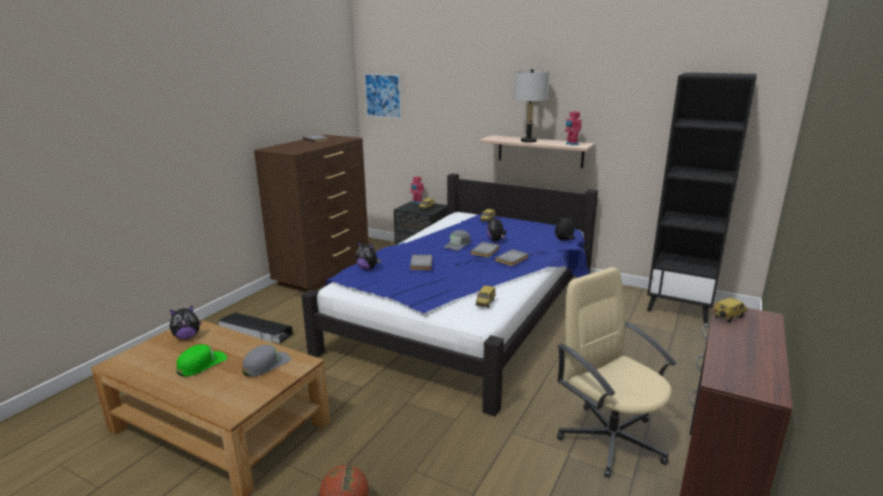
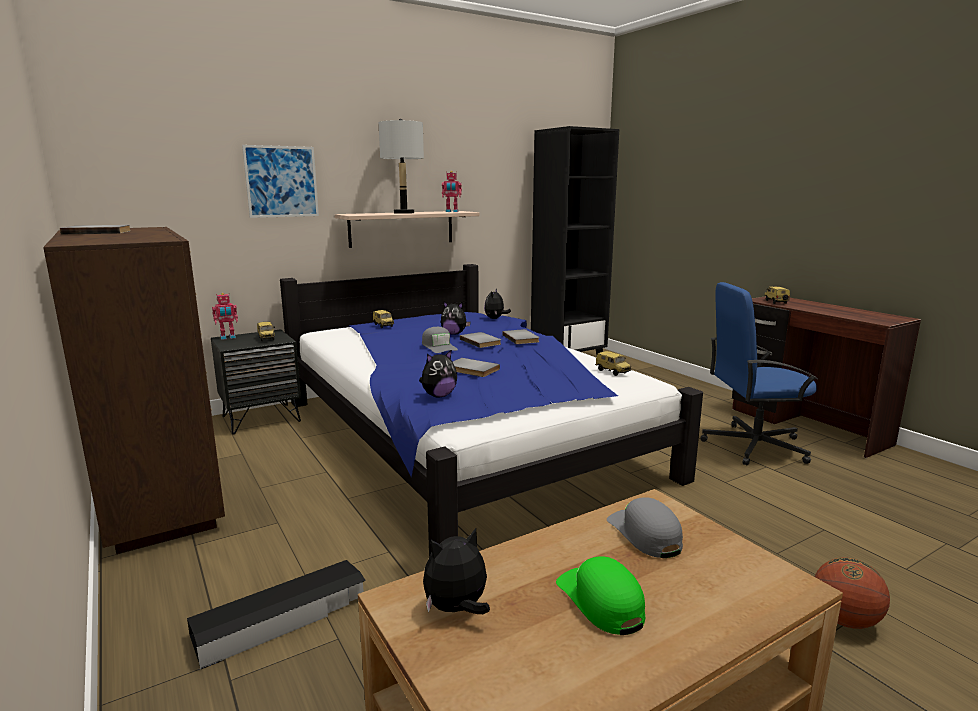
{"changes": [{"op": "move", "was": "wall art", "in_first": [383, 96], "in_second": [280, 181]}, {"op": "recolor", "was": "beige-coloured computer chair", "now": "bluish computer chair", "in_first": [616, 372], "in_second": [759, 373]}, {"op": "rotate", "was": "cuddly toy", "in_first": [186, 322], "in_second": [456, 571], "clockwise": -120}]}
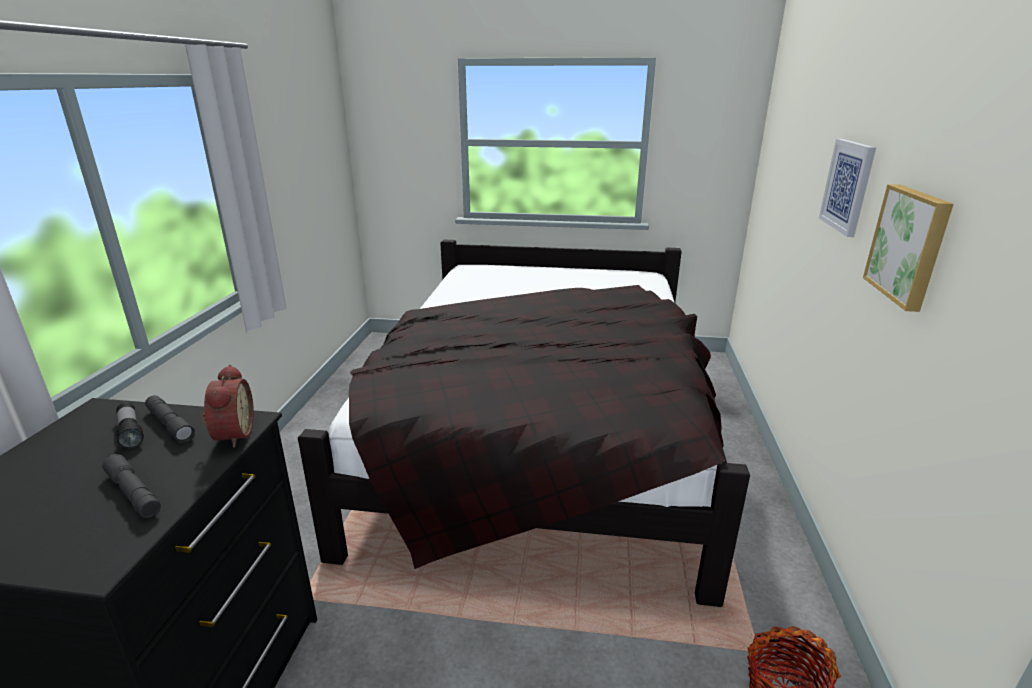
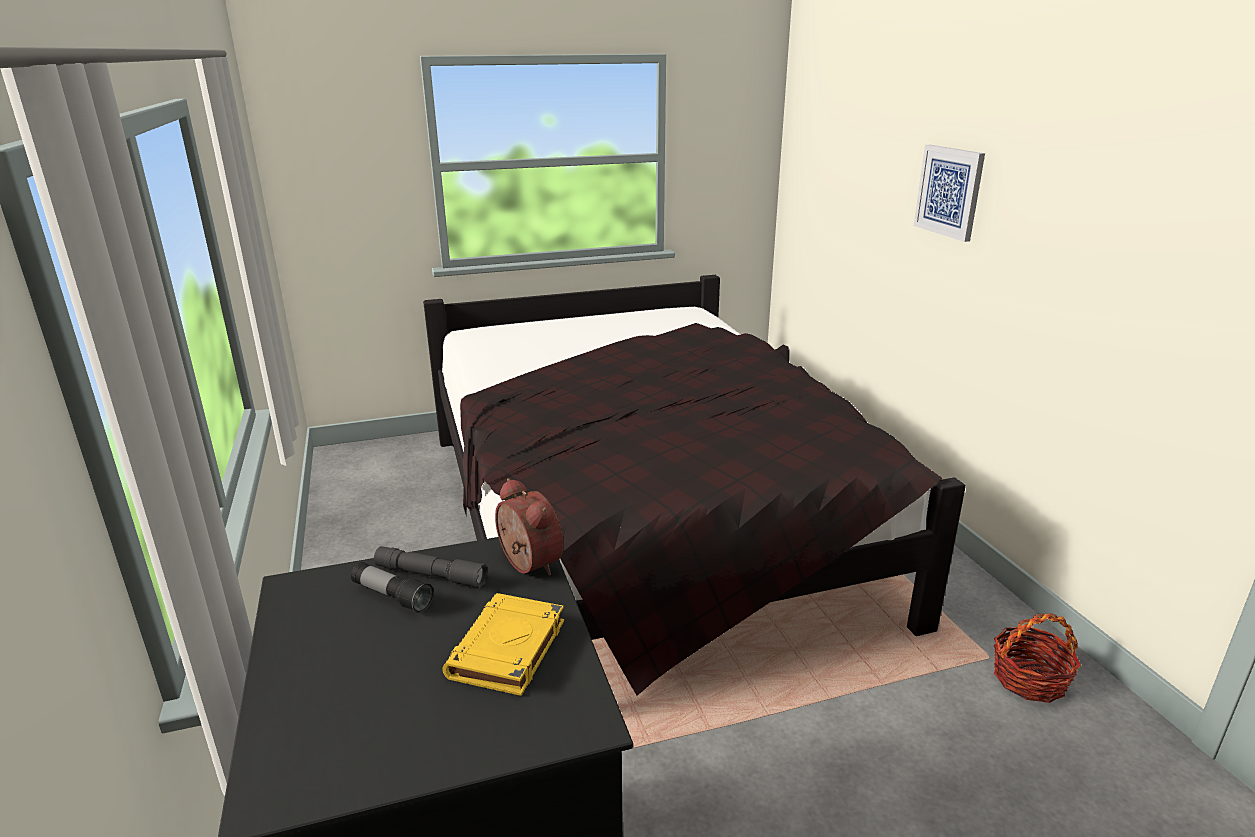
{"changes": [{"op": "delete", "was": "wall art", "in_first": [908, 248]}, {"op": "replace", "was": "greyish hand torch", "now": "yellowish book", "in_first": [131, 486], "in_second": [503, 644]}]}
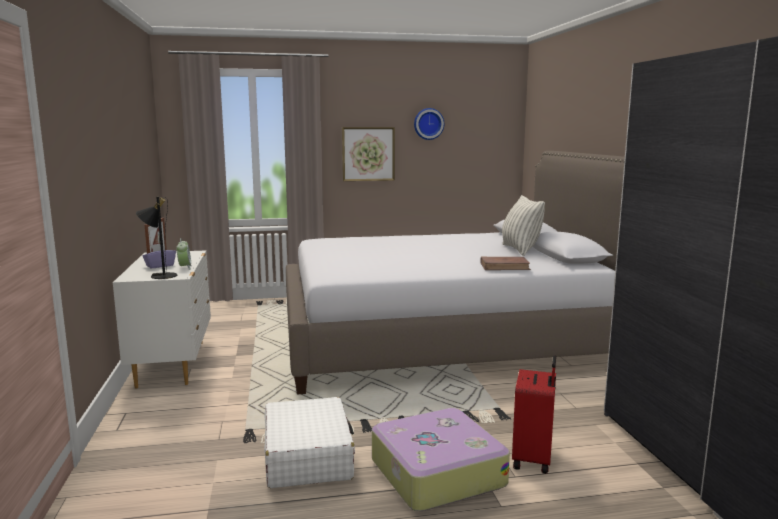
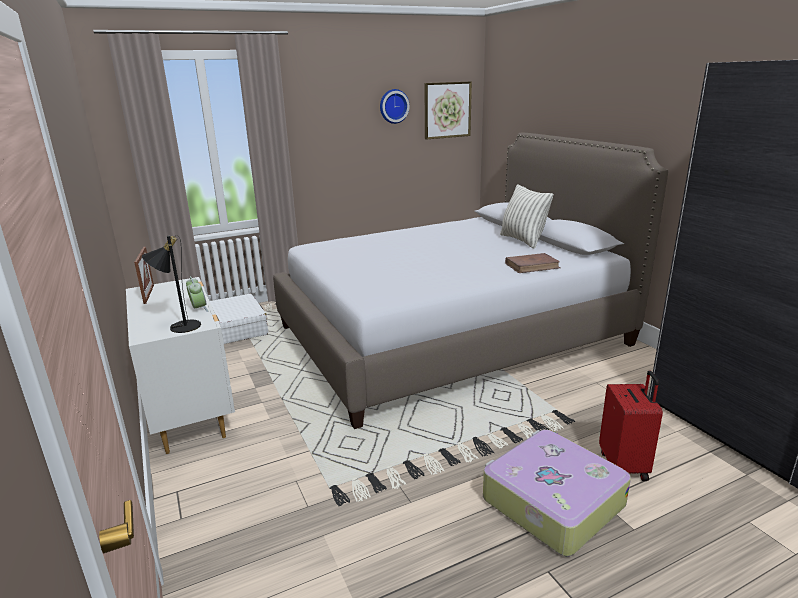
{"changes": [{"op": "move", "was": "wall art", "in_first": [368, 154], "in_second": [448, 110]}, {"op": "delete", "was": "purplish box of tissues", "in_first": [159, 255]}, {"op": "move", "was": "whitish suitcase", "in_first": [309, 442], "in_second": [239, 319]}]}
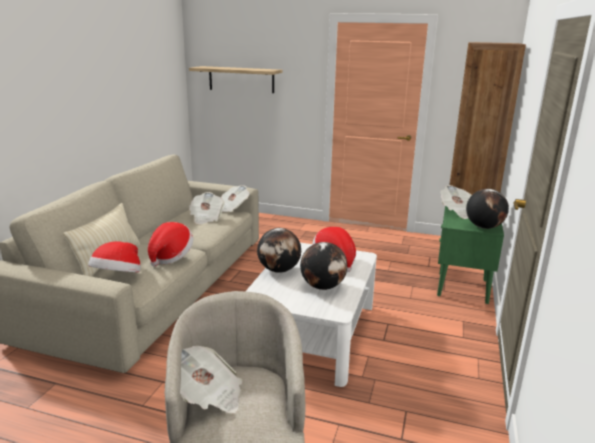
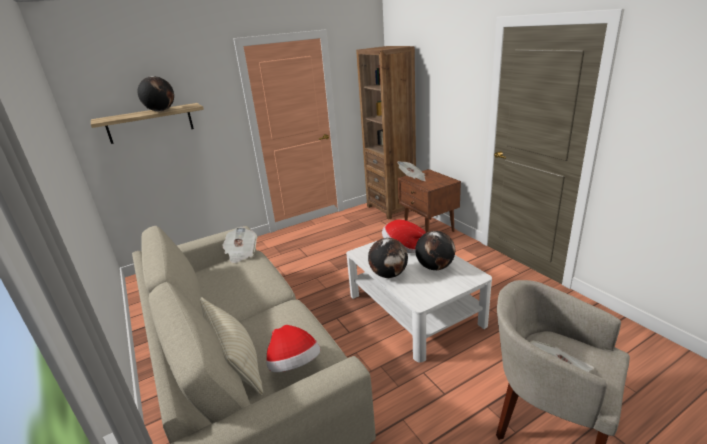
{"changes": [{"op": "move", "was": "world globe", "in_first": [487, 209], "in_second": [156, 93]}, {"op": "delete", "was": "daily paper", "in_first": [207, 208]}, {"op": "recolor", "was": "green night table", "now": "brown-coloured night table", "in_first": [470, 255], "in_second": [429, 201]}, {"op": "delete", "was": "hat", "in_first": [170, 244]}]}
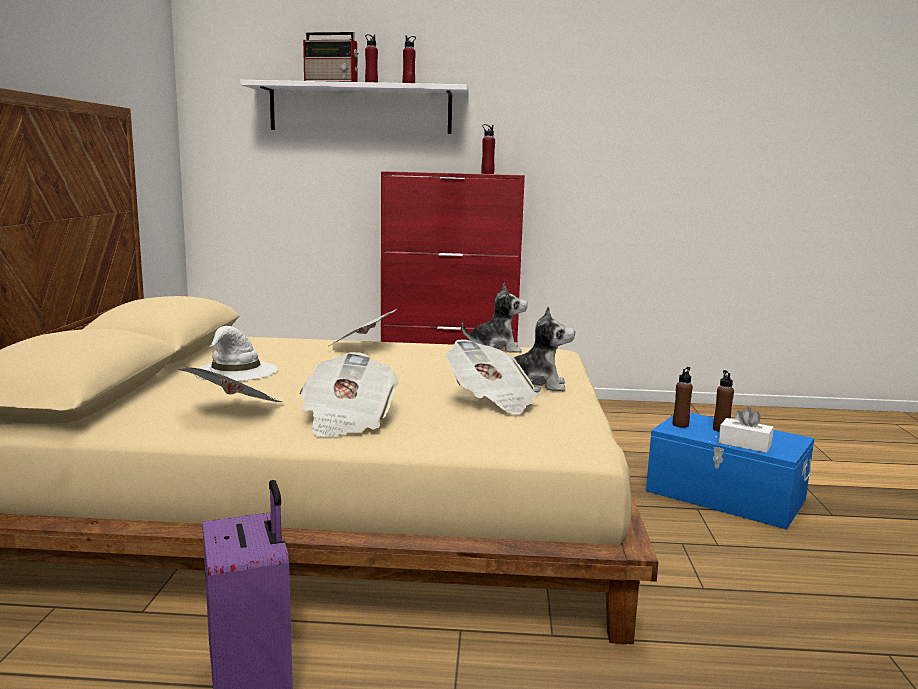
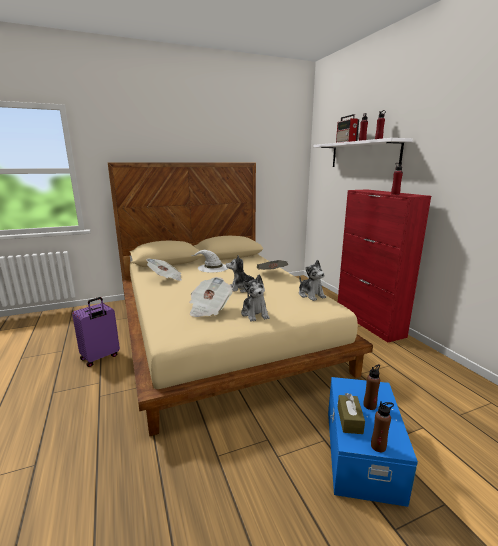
{"changes": [{"op": "delete", "was": "daily paper", "in_first": [349, 394]}, {"op": "move", "was": "brown-coloured drink bottle", "in_first": [683, 397], "in_second": [382, 426]}, {"op": "recolor", "was": "whitish box of tissues", "now": "brown-coloured box of tissues", "in_first": [746, 430], "in_second": [351, 413]}, {"op": "insert", "now": "cuddly toy", "in_second": [243, 274]}]}
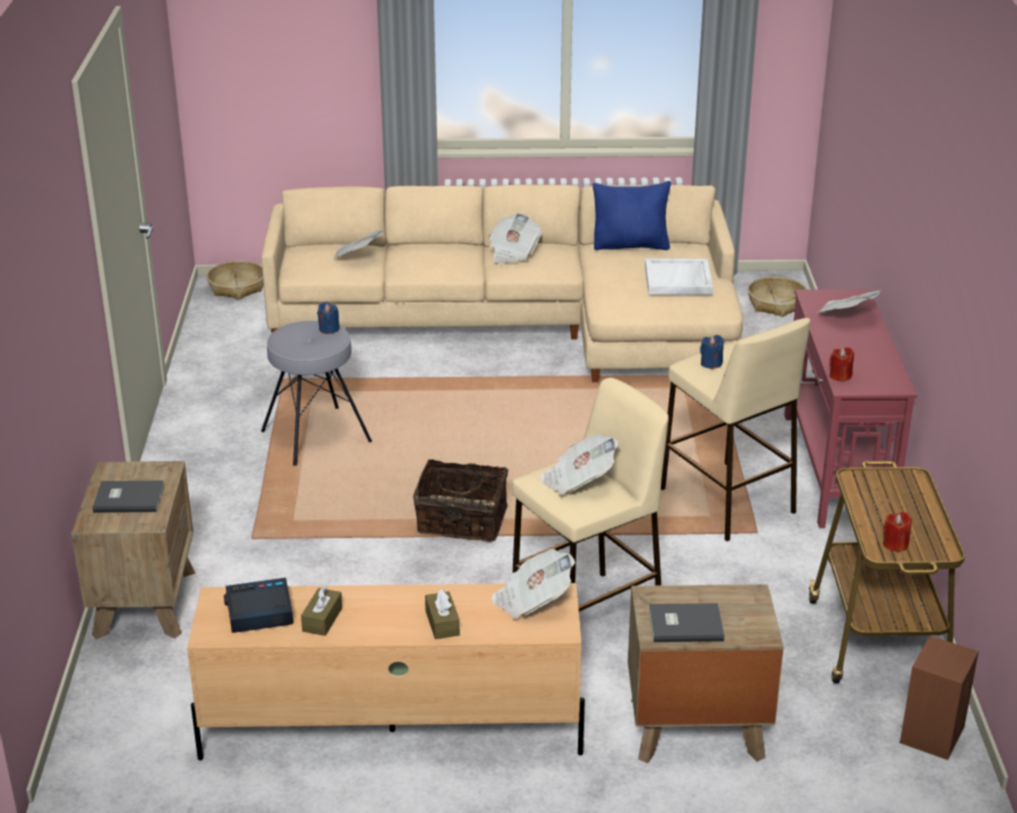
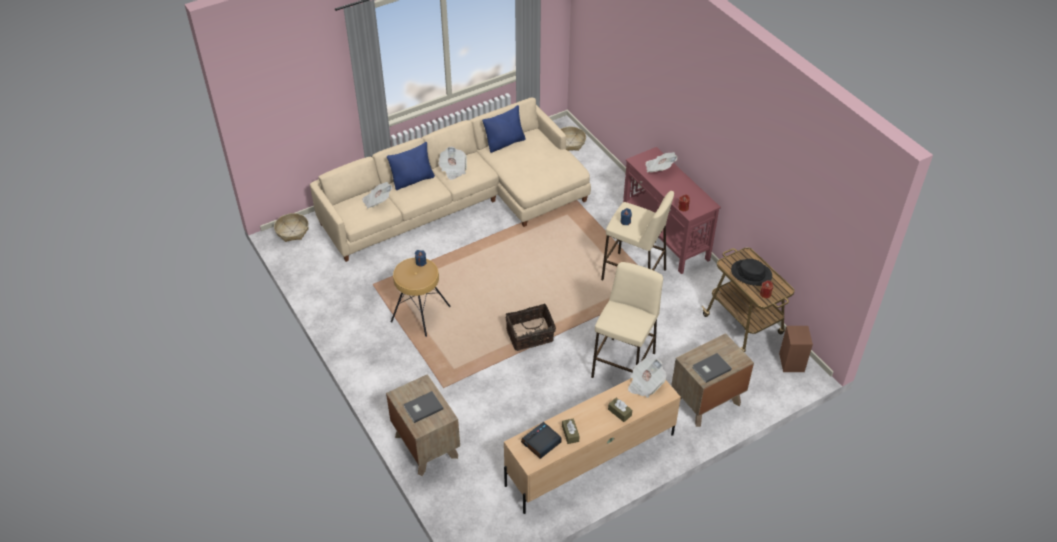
{"changes": [{"op": "delete", "was": "whitish carrying tray", "in_first": [679, 276]}, {"op": "recolor", "was": "greyish sitting stool", "now": "brown-coloured sitting stool", "in_first": [316, 393], "in_second": [421, 297]}, {"op": "delete", "was": "daily paper", "in_first": [579, 465]}, {"op": "insert", "now": "bluish cushion", "in_second": [411, 166]}, {"op": "insert", "now": "blackish hat", "in_second": [751, 272]}]}
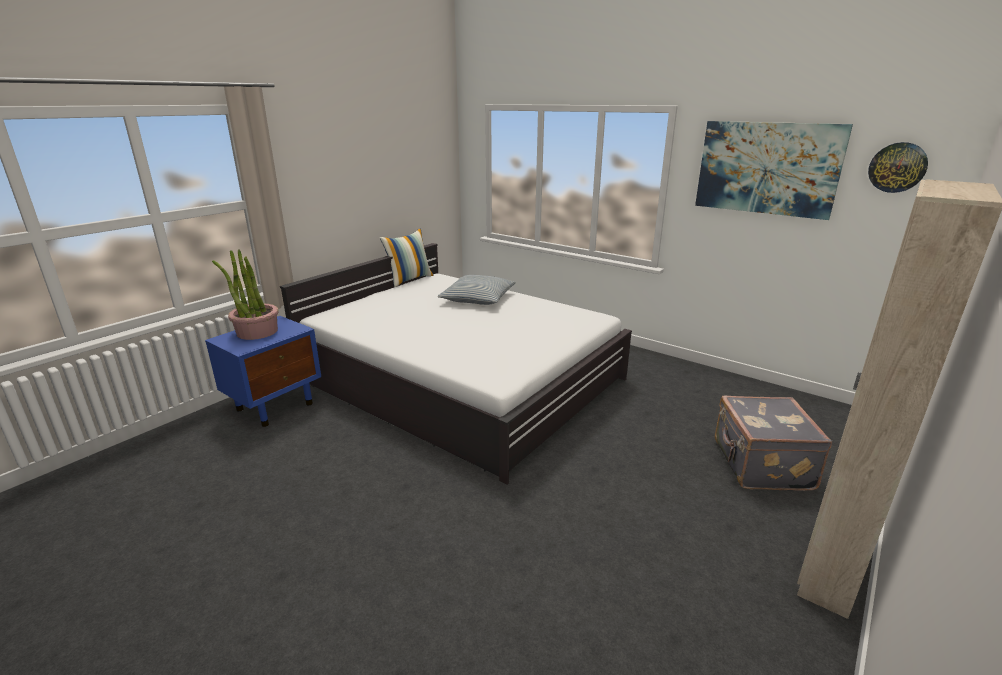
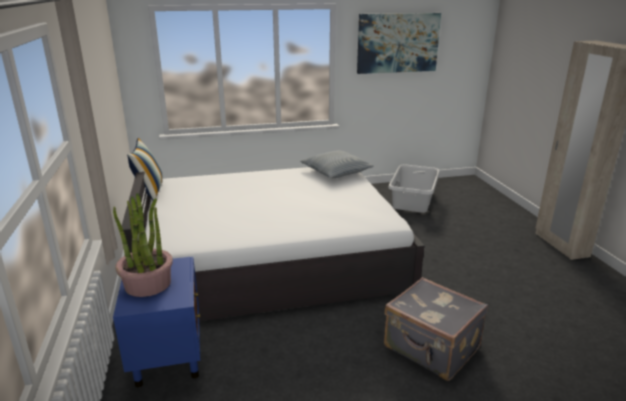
{"changes": [{"op": "delete", "was": "hanging clock", "in_first": [898, 167]}, {"op": "move", "was": "cushion", "in_first": [477, 290], "in_second": [337, 164]}, {"op": "move", "was": "greyish suitcase", "in_first": [773, 443], "in_second": [436, 329]}, {"op": "insert", "now": "greyish washing basket", "in_second": [414, 188]}]}
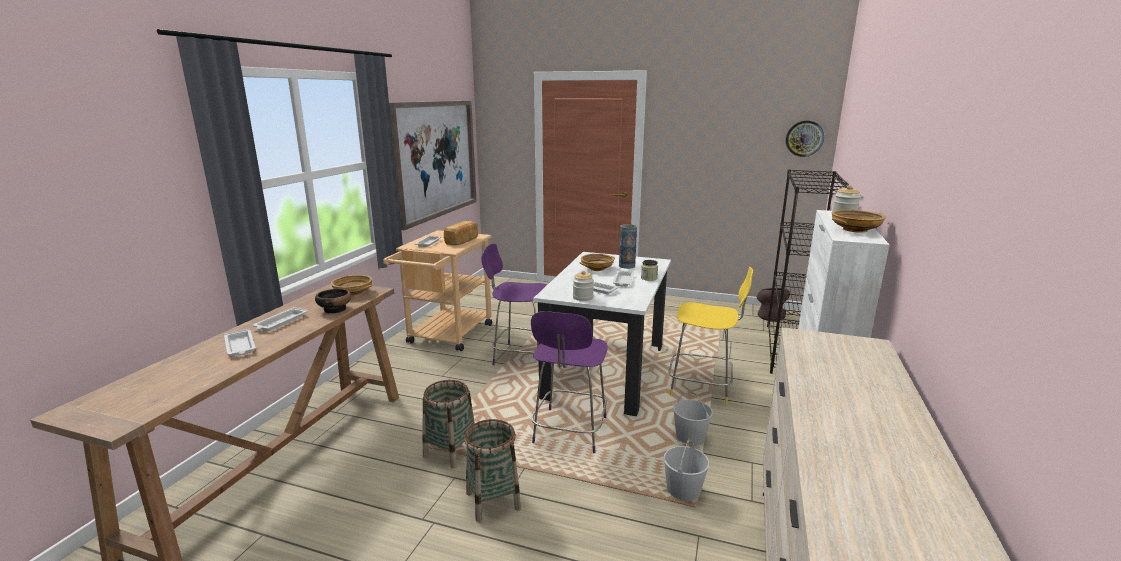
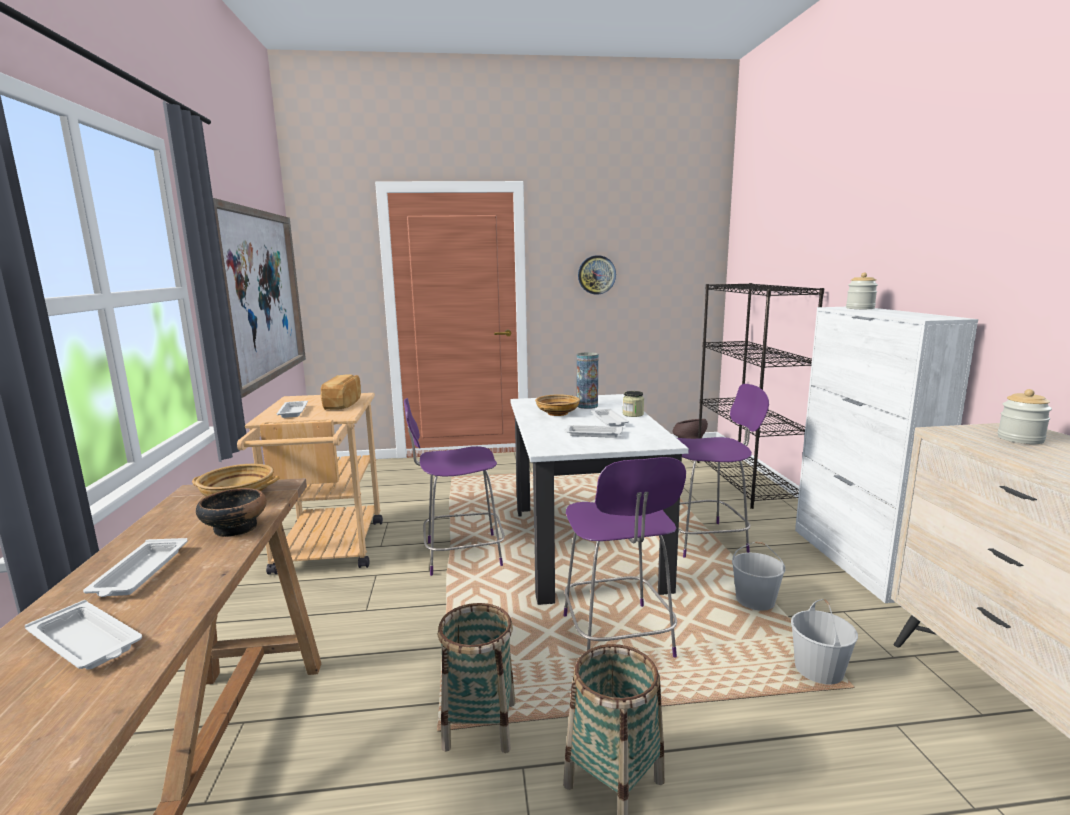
{"changes": [{"op": "move", "was": "hanging clock", "in_first": [805, 139], "in_second": [597, 275]}, {"op": "delete", "was": "beige-coloured deep dish", "in_first": [858, 221]}, {"op": "recolor", "was": "yellowish chair", "now": "purplish chair", "in_first": [711, 336], "in_second": [723, 471]}, {"op": "move", "was": "preserve jar", "in_first": [583, 286], "in_second": [1025, 416]}]}
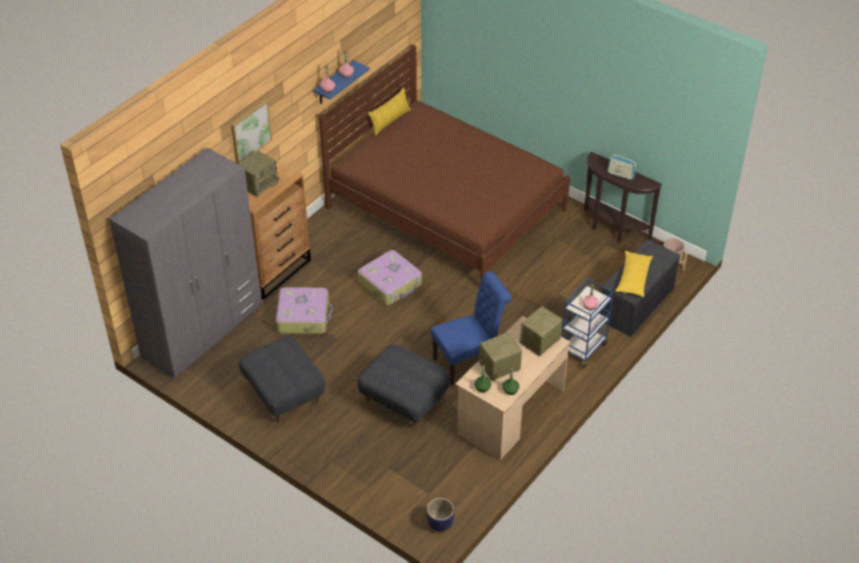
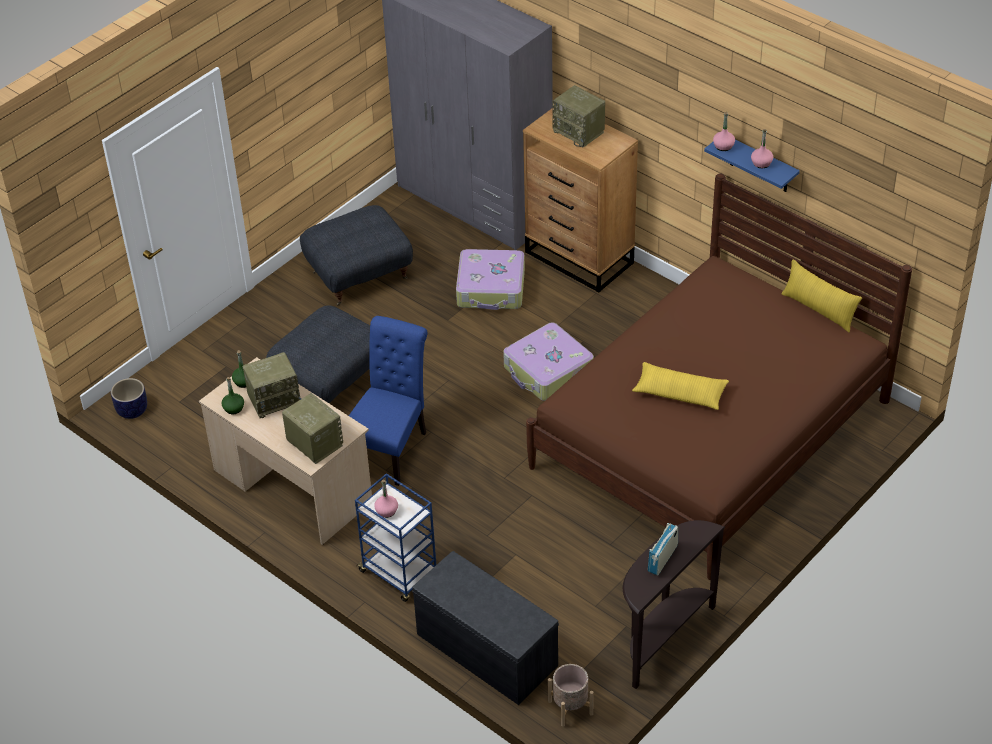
{"changes": [{"op": "delete", "was": "wall art", "in_first": [251, 131]}, {"op": "move", "was": "yellowish cushion", "in_first": [634, 274], "in_second": [680, 386]}, {"op": "rotate", "was": "bluish chair", "in_first": [471, 328], "in_second": [388, 401], "clockwise": -135}, {"op": "rotate", "was": "radio", "in_first": [499, 356], "in_second": [272, 385], "clockwise": 90}]}
